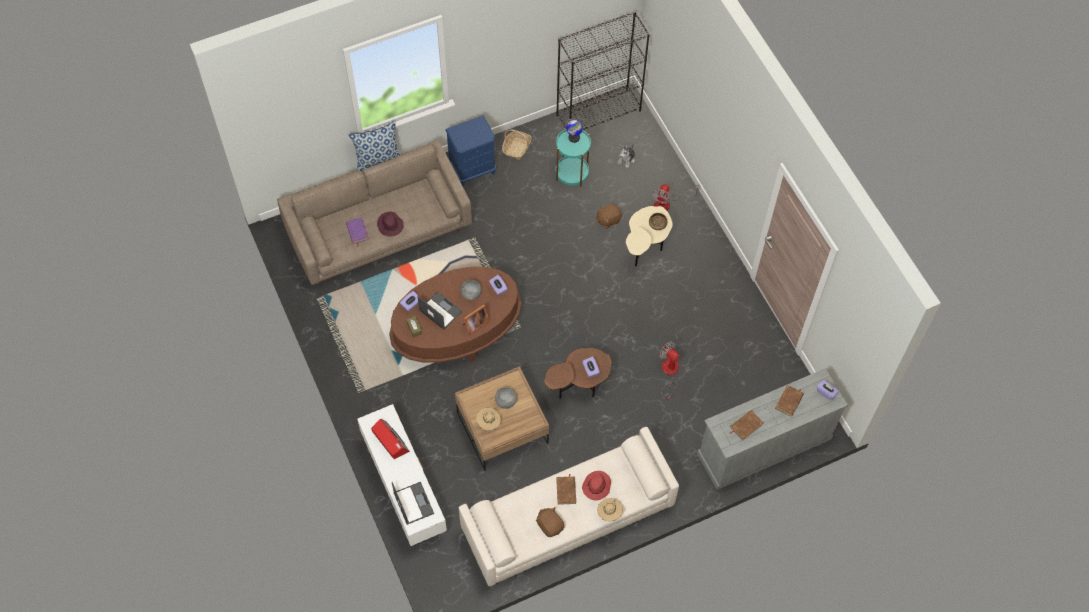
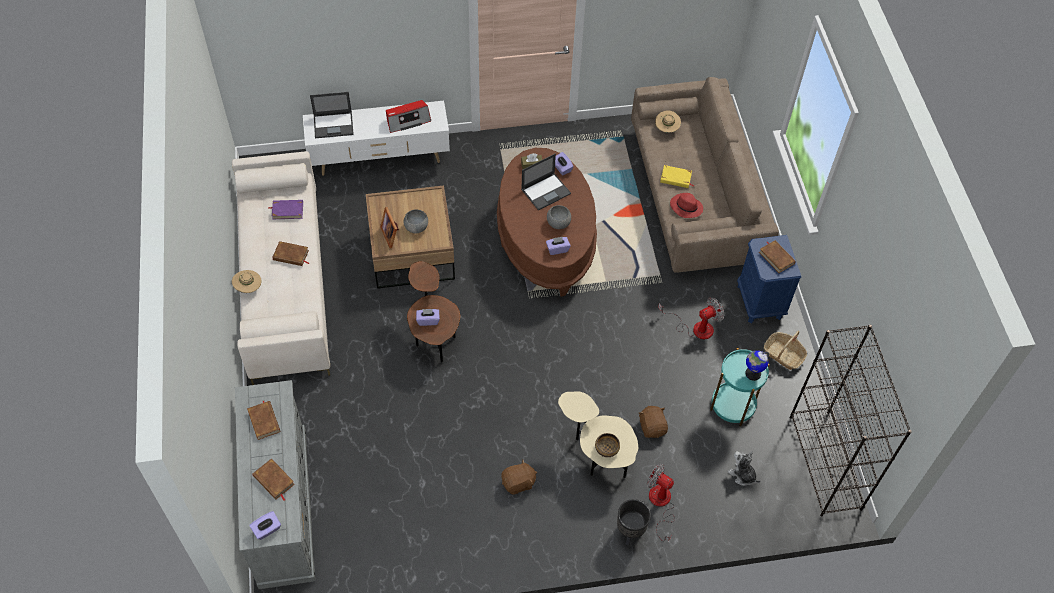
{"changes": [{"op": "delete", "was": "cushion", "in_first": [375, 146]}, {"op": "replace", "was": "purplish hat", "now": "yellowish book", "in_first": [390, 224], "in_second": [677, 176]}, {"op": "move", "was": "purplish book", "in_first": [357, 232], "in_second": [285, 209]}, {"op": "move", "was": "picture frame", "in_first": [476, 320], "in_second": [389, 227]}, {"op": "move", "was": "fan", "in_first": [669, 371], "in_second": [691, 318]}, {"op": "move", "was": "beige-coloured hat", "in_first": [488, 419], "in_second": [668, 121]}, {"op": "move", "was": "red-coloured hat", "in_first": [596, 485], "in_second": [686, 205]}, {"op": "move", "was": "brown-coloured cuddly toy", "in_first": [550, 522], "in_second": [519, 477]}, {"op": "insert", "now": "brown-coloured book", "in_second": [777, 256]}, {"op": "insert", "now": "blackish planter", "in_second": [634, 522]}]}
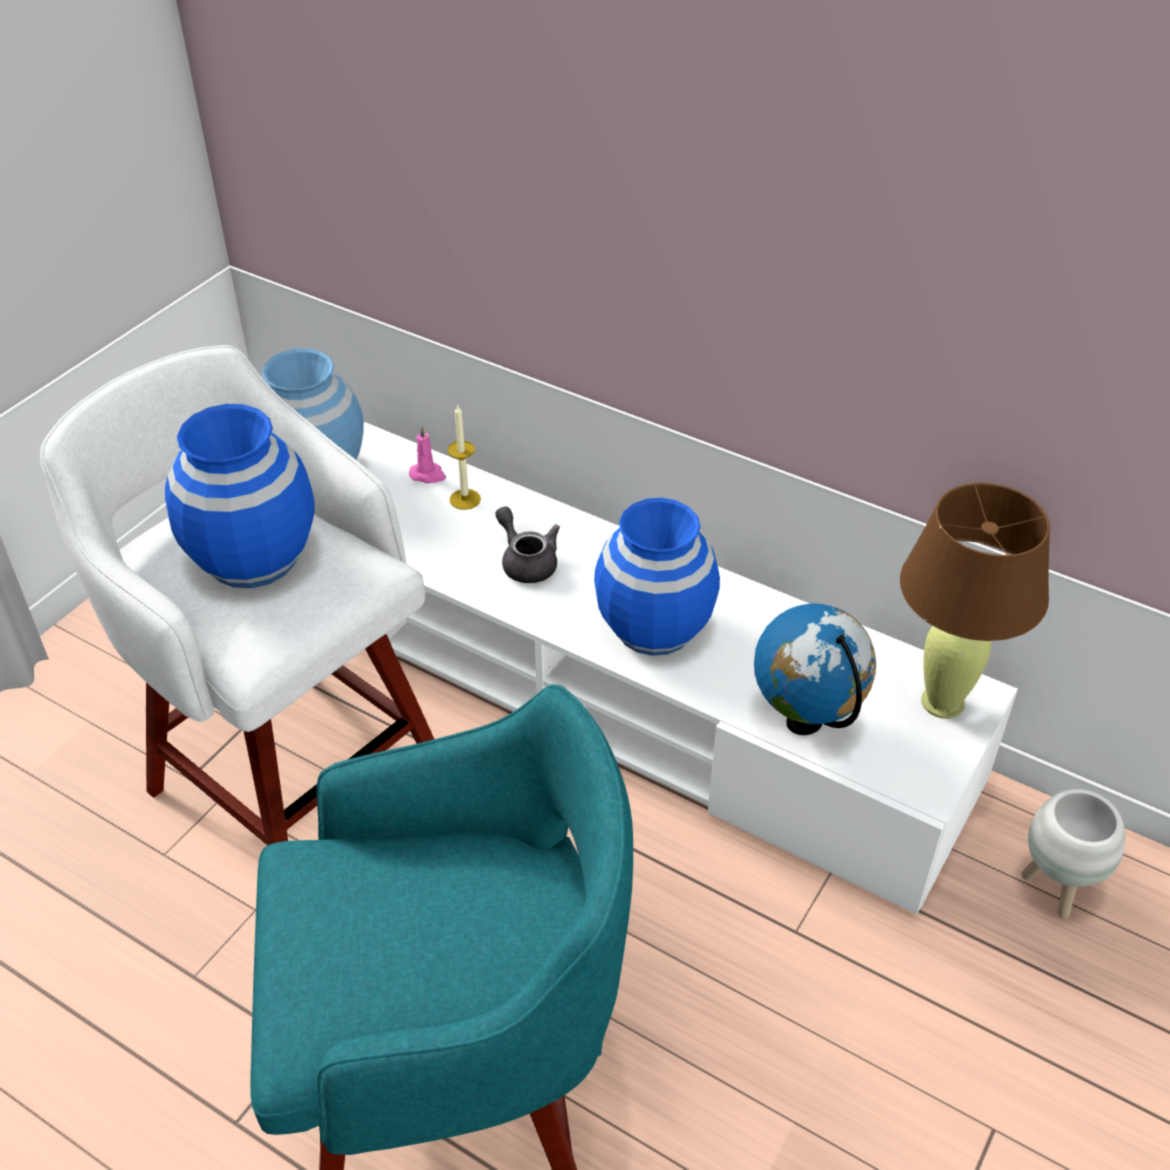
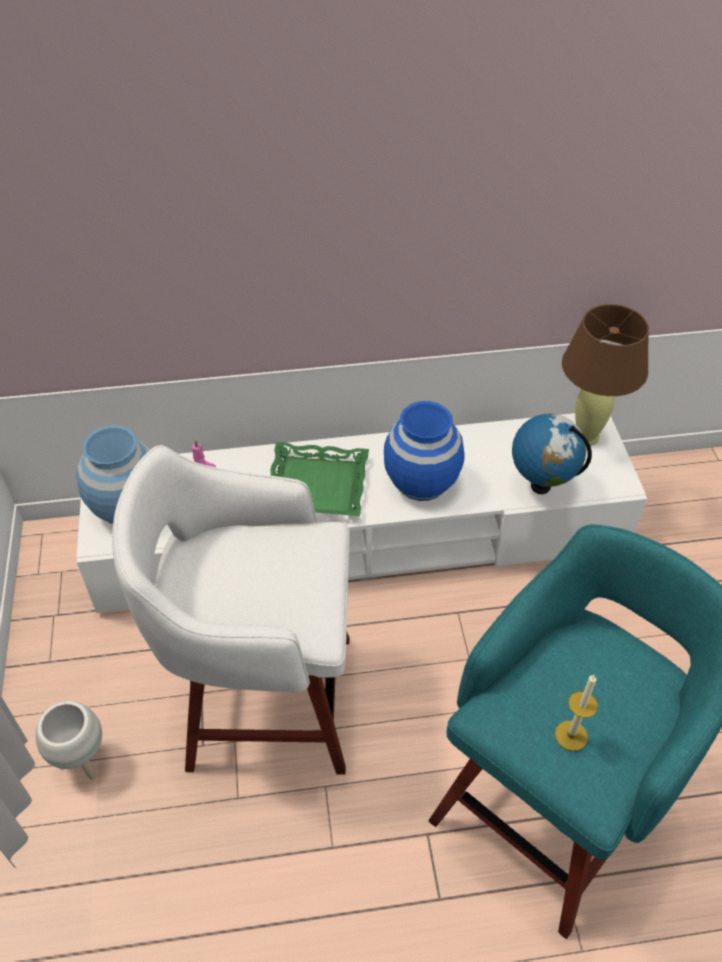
{"changes": [{"op": "delete", "was": "bluish decorative vase", "in_first": [240, 496]}, {"op": "move", "was": "candle", "in_first": [464, 457], "in_second": [576, 712]}, {"op": "replace", "was": "greyish teapot", "now": "green carrying tray", "in_first": [528, 544], "in_second": [319, 479]}, {"op": "move", "was": "whitish planter", "in_first": [1073, 854], "in_second": [68, 740]}]}
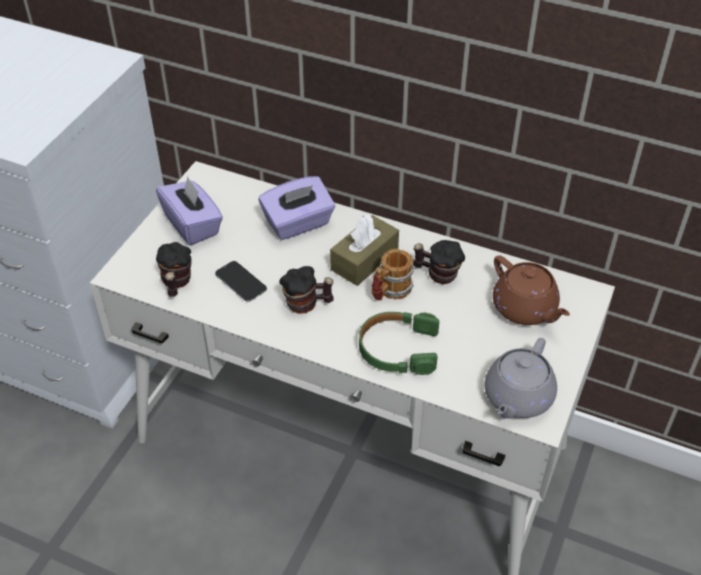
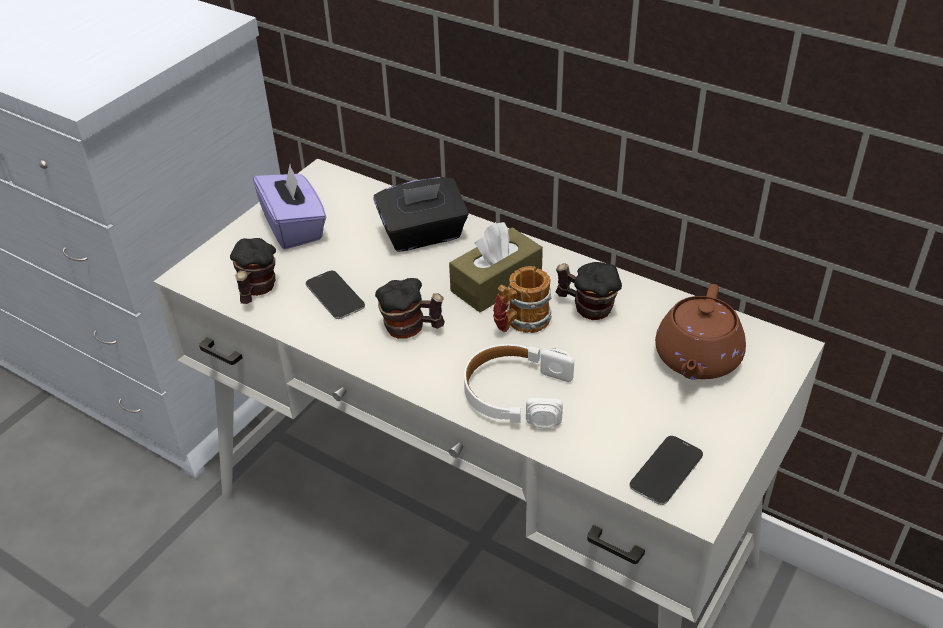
{"changes": [{"op": "recolor", "was": "purplish box of tissues", "now": "blackish box of tissues", "in_first": [297, 208], "in_second": [421, 214]}, {"op": "rotate", "was": "brown-coloured teapot", "in_first": [531, 290], "in_second": [700, 332], "clockwise": 45}, {"op": "recolor", "was": "green pair of headphones", "now": "whitish pair of headphones", "in_first": [399, 343], "in_second": [519, 386]}, {"op": "replace", "was": "greyish teapot", "now": "telephone", "in_first": [521, 378], "in_second": [666, 470]}]}
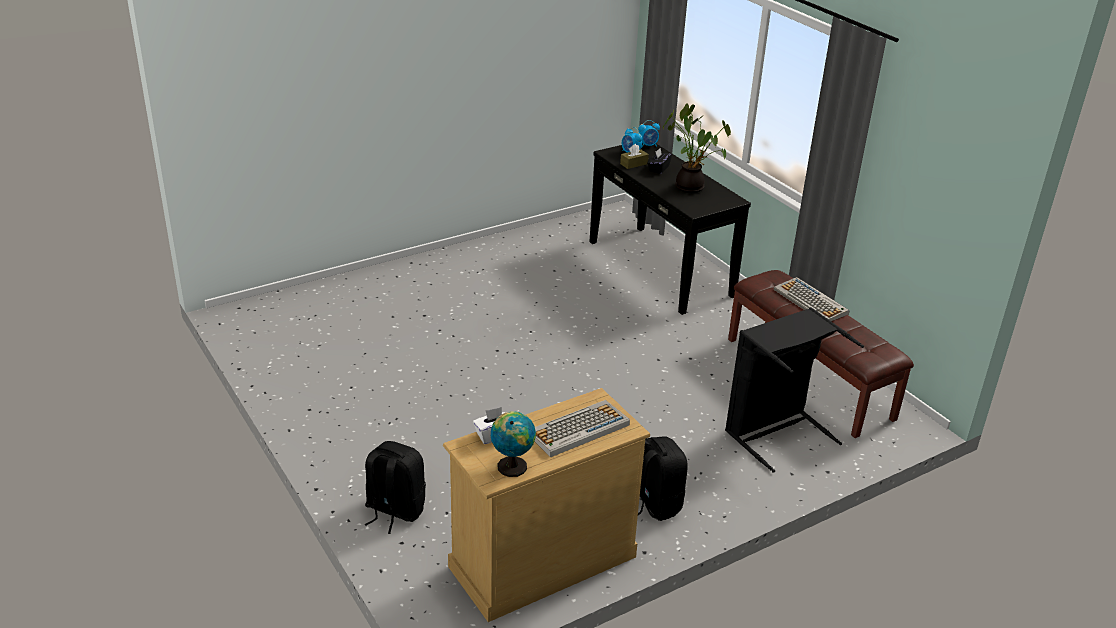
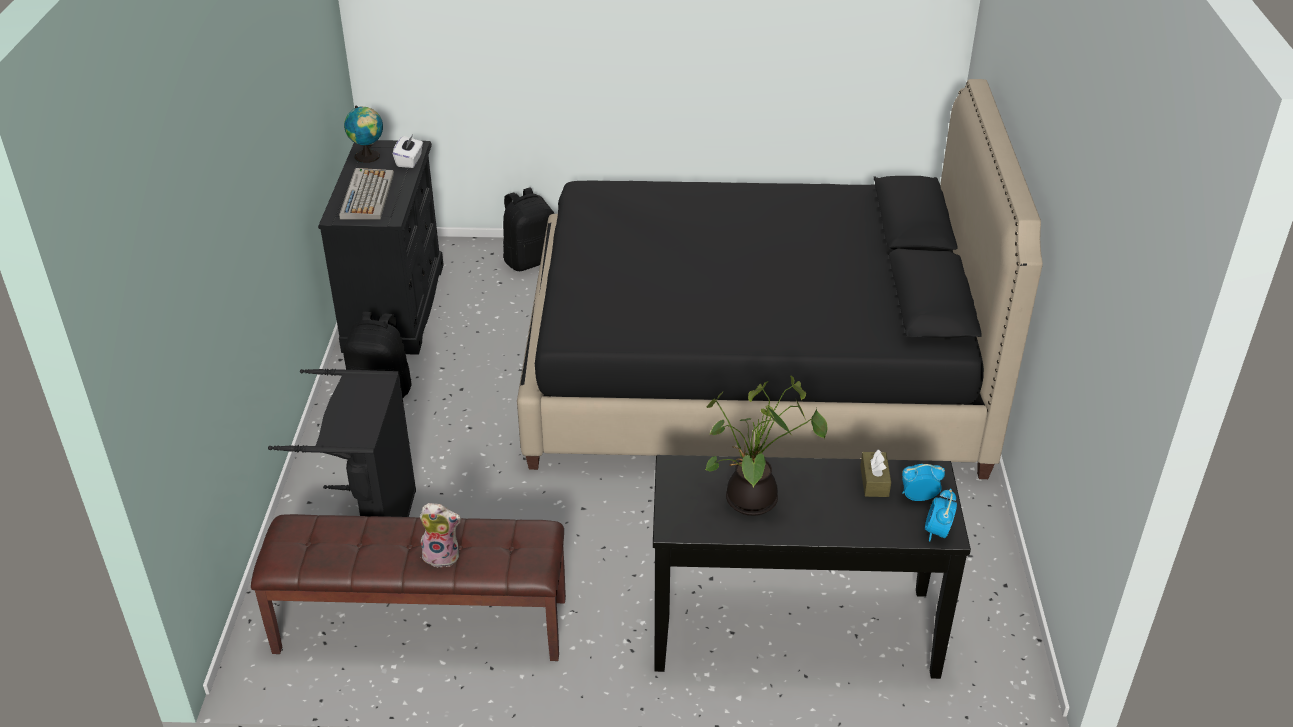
{"changes": [{"op": "delete", "was": "blackish box of tissues", "in_first": [659, 161]}, {"op": "replace", "was": "computer keyboard", "now": "cuddly toy", "in_first": [812, 299], "in_second": [440, 535]}, {"op": "recolor", "was": "beige-coloured chest of drawers", "now": "blackish chest of drawers", "in_first": [546, 505], "in_second": [381, 247]}, {"op": "insert", "now": "blackish bedroom bed", "in_second": [780, 279]}]}
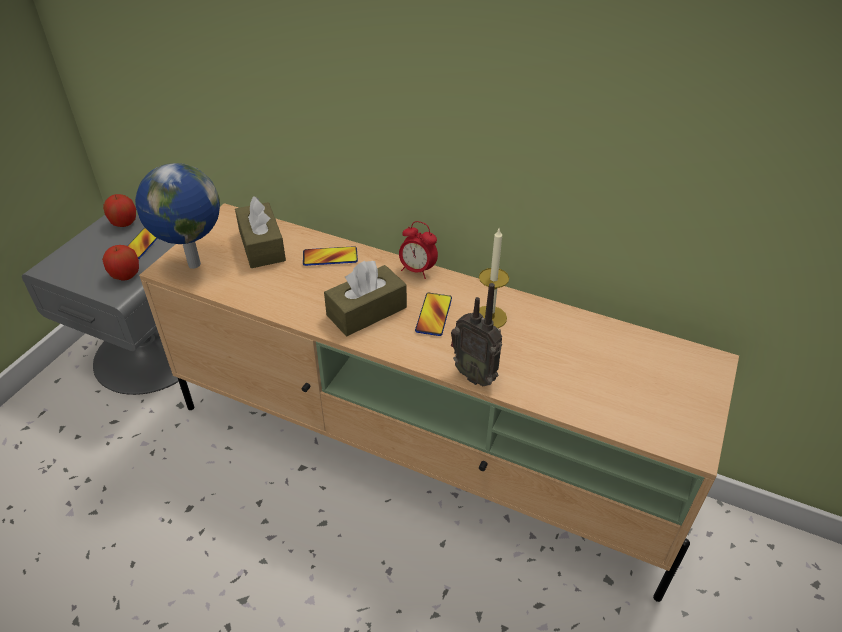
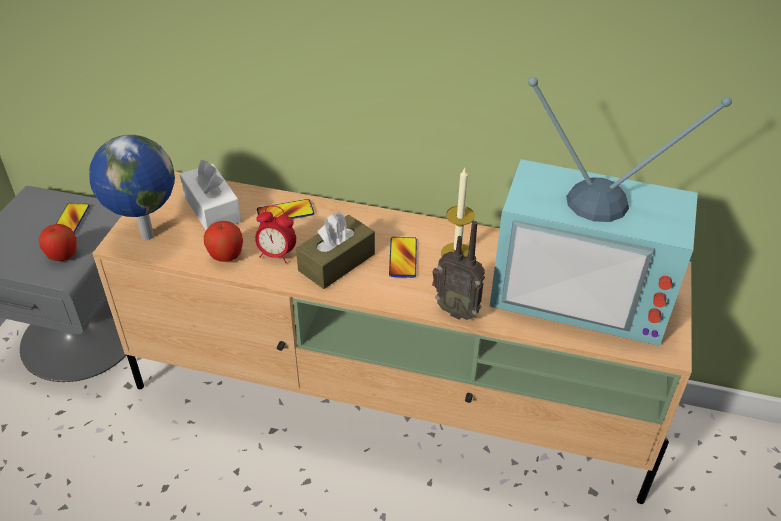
{"changes": [{"op": "move", "was": "apple", "in_first": [119, 210], "in_second": [223, 241]}, {"op": "recolor", "was": "brown-coloured box of tissues", "now": "whitish box of tissues", "in_first": [260, 232], "in_second": [210, 195]}, {"op": "move", "was": "alarm clock", "in_first": [418, 250], "in_second": [275, 234]}, {"op": "insert", "now": "TV", "in_second": [611, 211]}]}
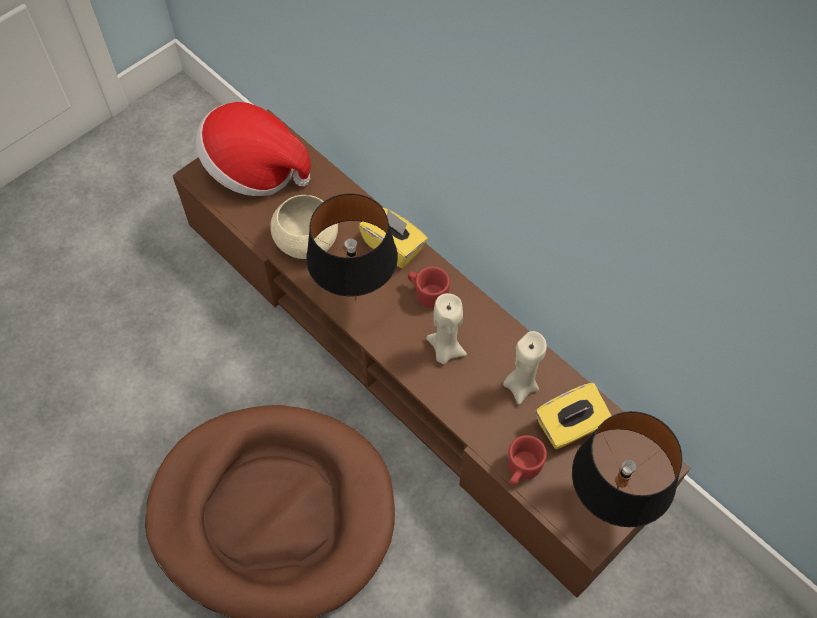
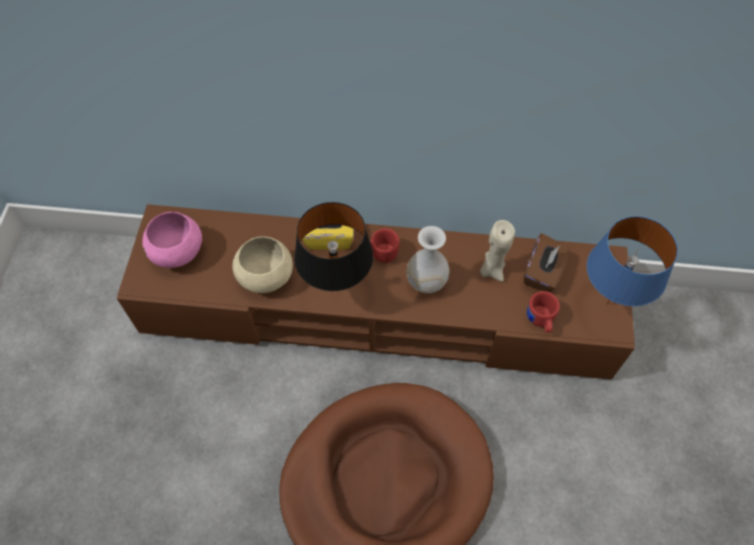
{"changes": [{"op": "replace", "was": "hat", "now": "pink-coloured deep dish", "in_first": [253, 149], "in_second": [172, 240]}, {"op": "replace", "was": "beige-coloured candle", "now": "whitish decorative vase", "in_first": [446, 328], "in_second": [428, 259]}, {"op": "recolor", "was": "yellowish box of tissues", "now": "brown-coloured box of tissues", "in_first": [574, 416], "in_second": [546, 262]}, {"op": "recolor", "was": "blackish lamp for a table", "now": "bluish lamp for a table", "in_first": [627, 469], "in_second": [632, 261]}]}
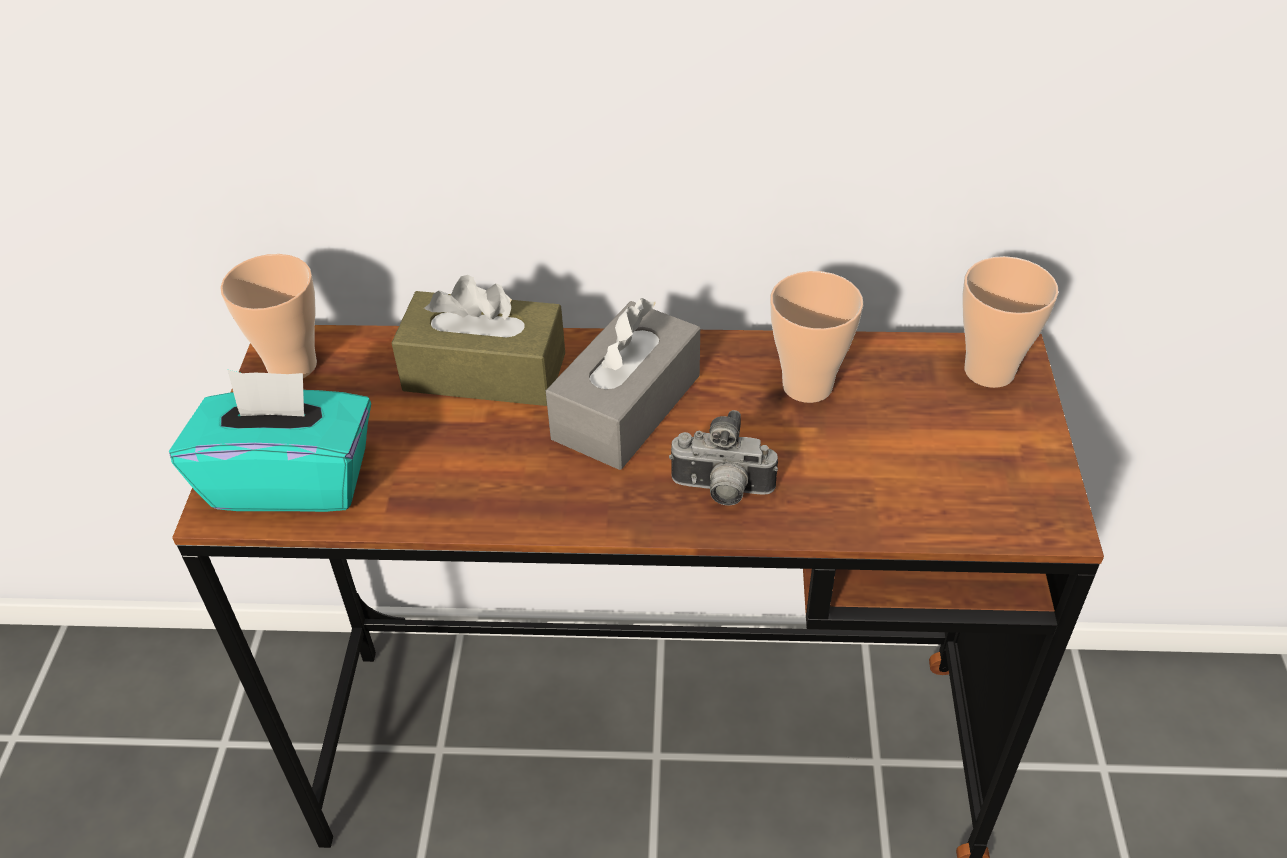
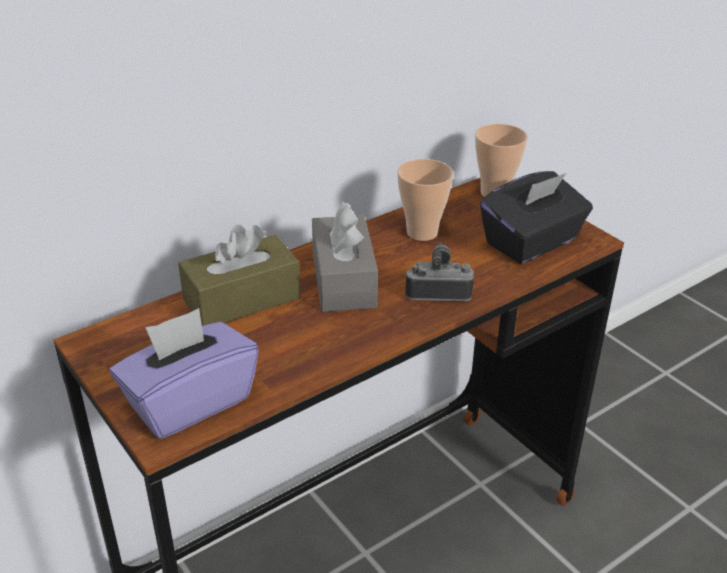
{"changes": [{"op": "delete", "was": "small cup", "in_first": [268, 316]}, {"op": "recolor", "was": "blue-green box of tissues", "now": "purplish box of tissues", "in_first": [270, 441], "in_second": [184, 373]}, {"op": "rotate", "was": "still camera", "in_first": [723, 458], "in_second": [439, 271], "clockwise": -150}, {"op": "insert", "now": "blackish box of tissues", "in_second": [536, 217]}]}
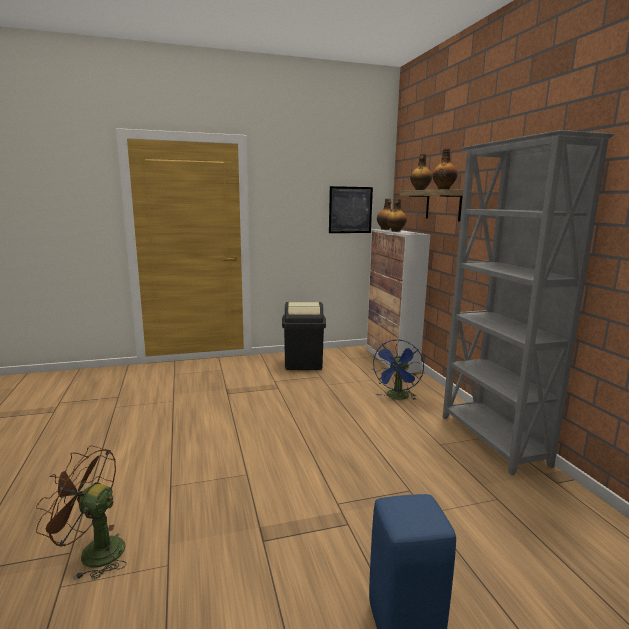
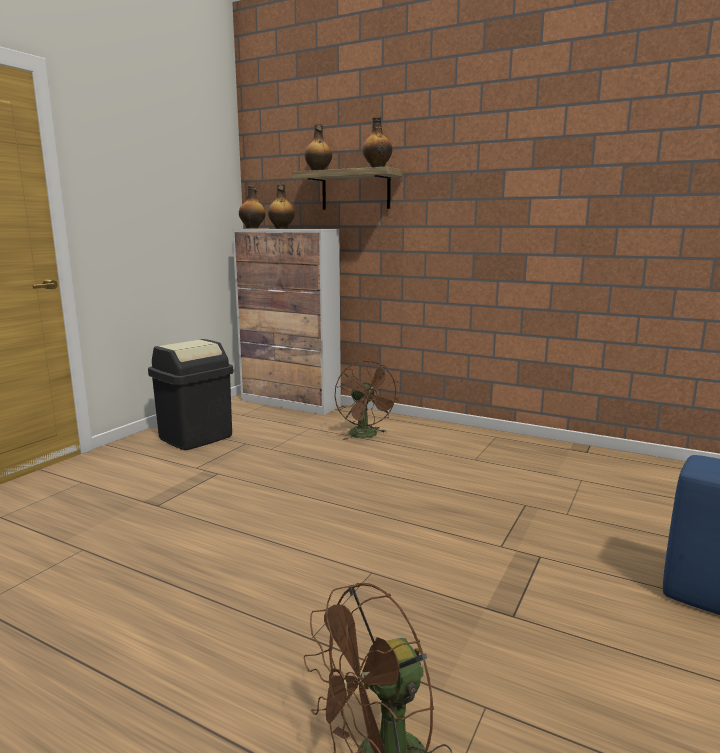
{"changes": [{"op": "delete", "was": "greyish shelving unit", "in_first": [528, 302]}, {"op": "delete", "was": "wall art", "in_first": [351, 209]}, {"op": "recolor", "was": "bluish fan", "now": "brown-coloured fan", "in_first": [398, 370], "in_second": [367, 400]}]}
